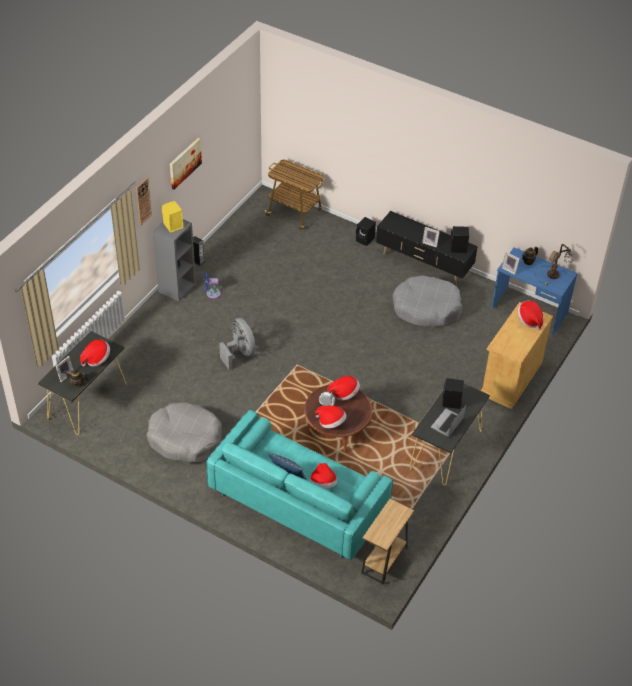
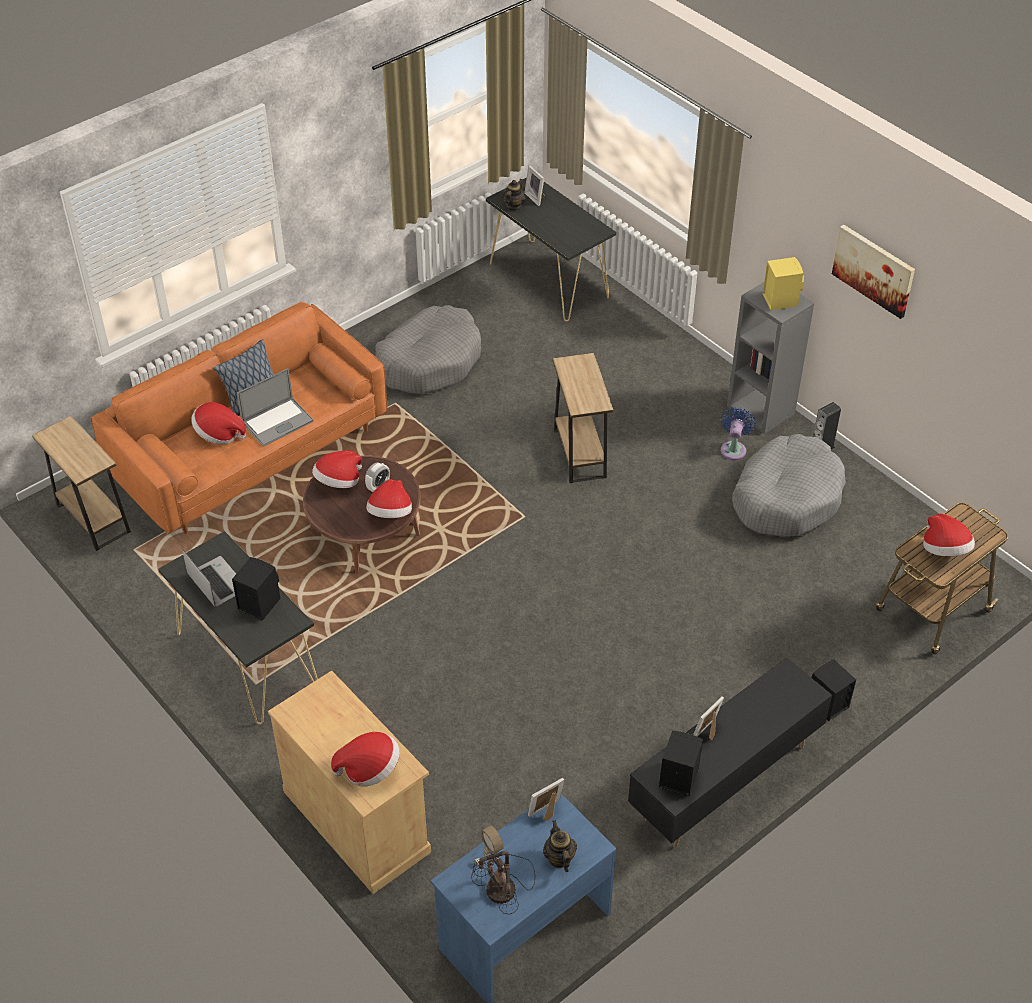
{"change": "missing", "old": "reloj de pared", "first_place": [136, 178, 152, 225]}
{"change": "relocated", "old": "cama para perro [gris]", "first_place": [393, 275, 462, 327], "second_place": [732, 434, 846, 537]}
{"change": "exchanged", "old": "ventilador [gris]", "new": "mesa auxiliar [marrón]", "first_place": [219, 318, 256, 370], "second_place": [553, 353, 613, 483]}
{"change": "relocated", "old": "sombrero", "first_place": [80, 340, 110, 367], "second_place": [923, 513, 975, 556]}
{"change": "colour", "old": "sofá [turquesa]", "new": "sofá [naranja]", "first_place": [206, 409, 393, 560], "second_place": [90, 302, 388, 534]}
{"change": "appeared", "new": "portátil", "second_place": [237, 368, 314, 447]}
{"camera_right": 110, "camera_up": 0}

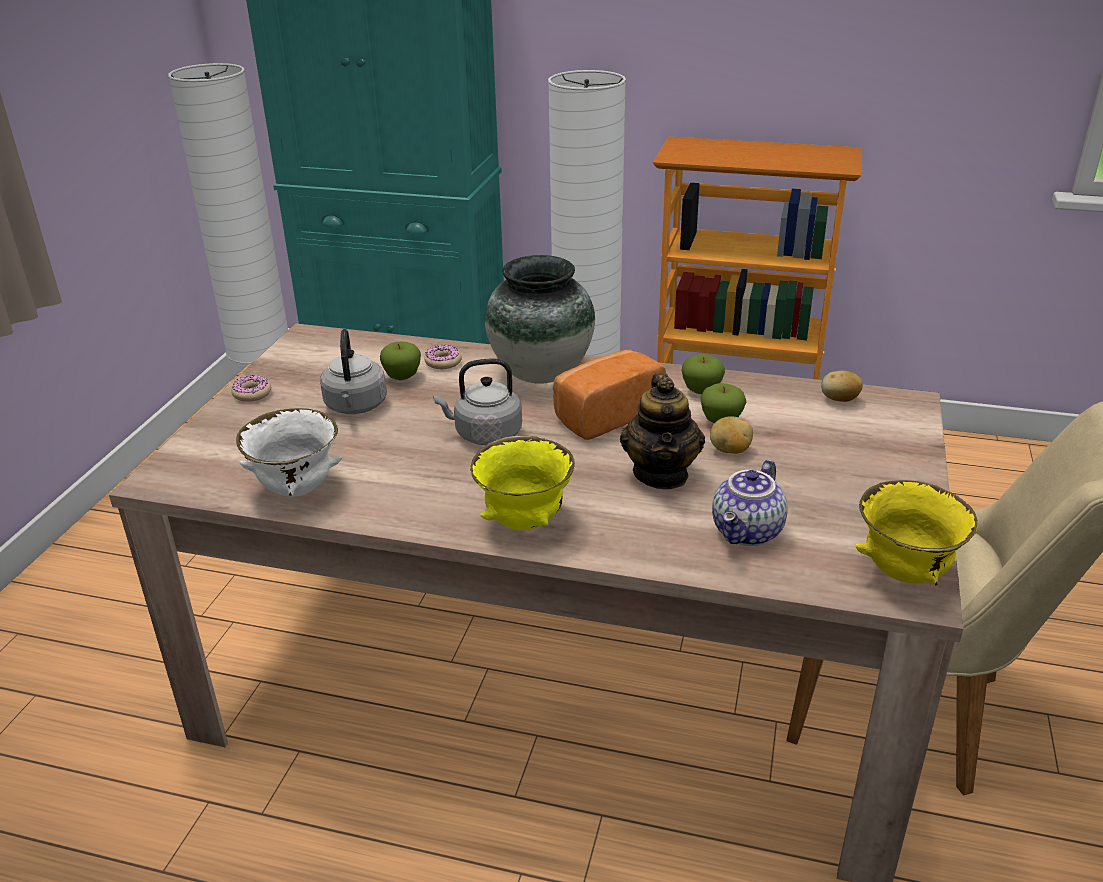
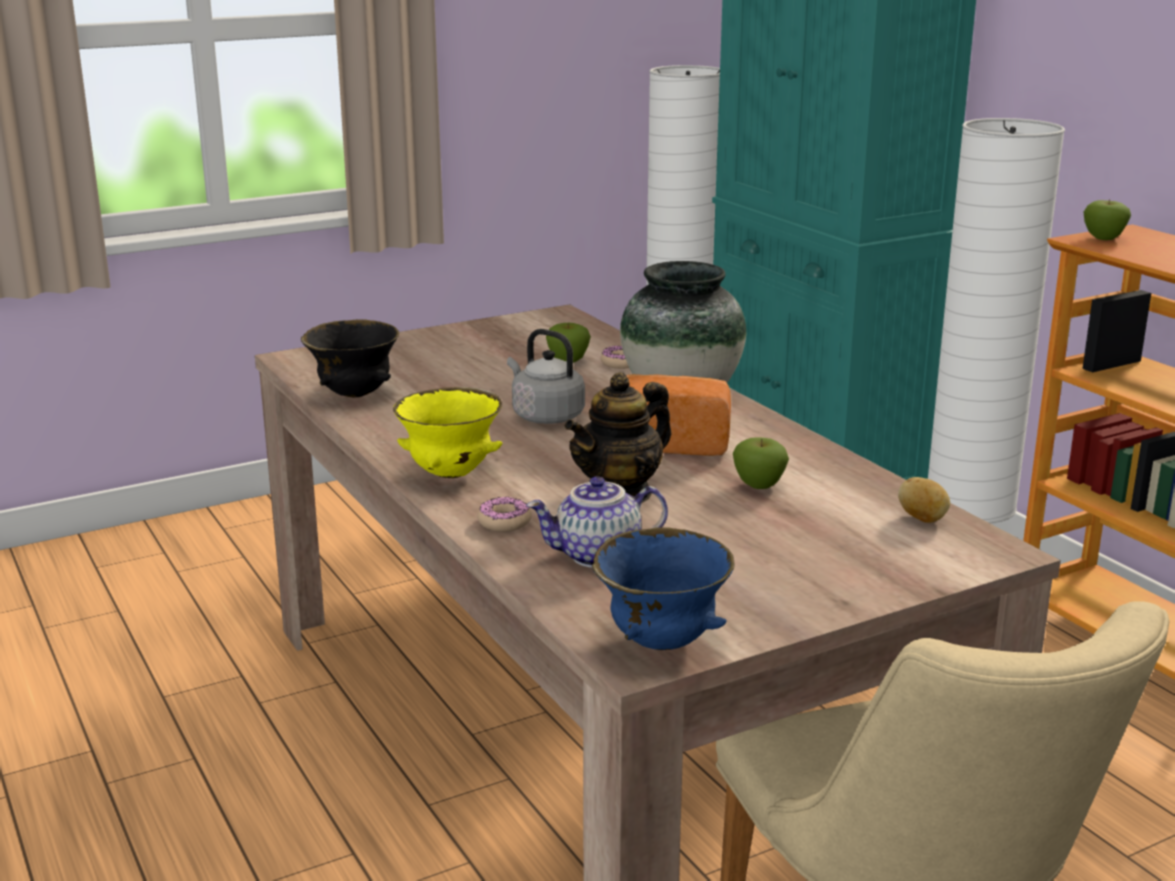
{"change": "missing", "old": "hervidor [gris]", "first_place": [320, 329, 387, 414]}
{"change": "relocated", "old": "manzana", "first_place": [682, 354, 725, 394], "second_place": [1084, 199, 1131, 240]}
{"change": "relocated", "old": "rosquilla", "first_place": [231, 375, 271, 402], "second_place": [477, 497, 531, 532]}
{"change": "colour", "old": "cuenco [blanco]", "new": "cuenco [negro]", "first_place": [236, 408, 342, 497], "second_place": [301, 319, 399, 397]}
{"change": "missing", "old": "patata", "first_place": [710, 416, 753, 454]}
{"change": "colour", "old": "cuenco [amarillo]", "new": "cuenco [azul]", "first_place": [855, 480, 978, 585], "second_place": [592, 528, 735, 650]}
{"camera_right": 45, "camera_up": -10}

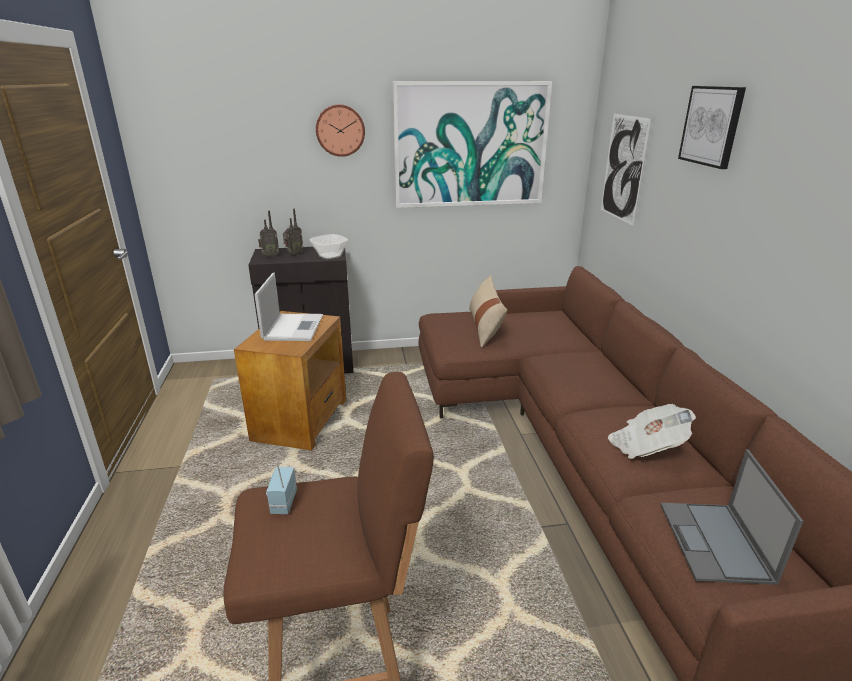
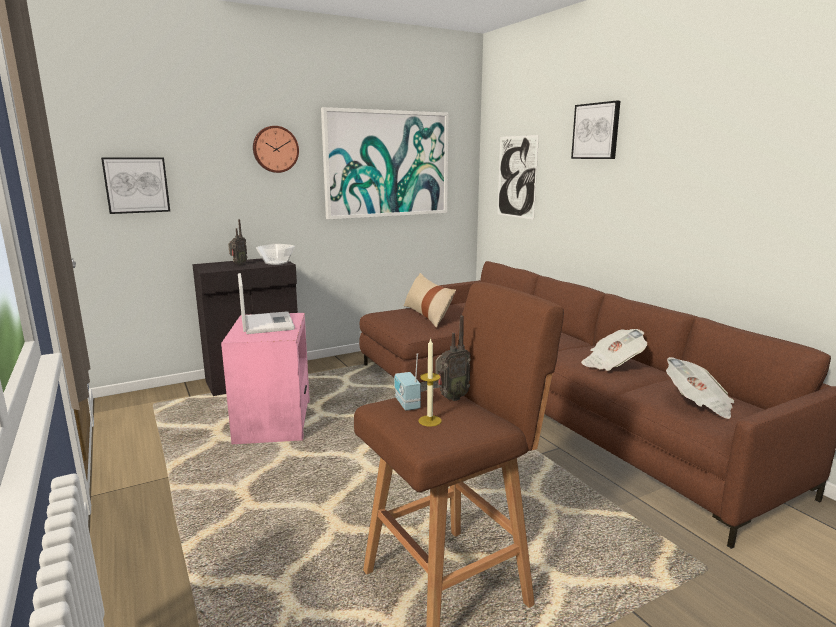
{"change": "relocated", "old": "radio", "first_place": [258, 211, 279, 257], "second_place": [435, 315, 471, 401]}
{"change": "colour", "old": "mesa auxiliar [marrón]", "new": "mesa auxiliar [rosa]", "first_place": [234, 311, 346, 450], "second_place": [221, 313, 310, 444]}
{"change": "exchanged", "old": "portátil", "new": "periódico", "first_place": [660, 449, 803, 585], "second_place": [666, 357, 734, 419]}
{"change": "appeared", "new": "cuadro", "second_place": [101, 157, 170, 214]}
{"change": "appeared", "new": "vela", "second_place": [418, 338, 442, 427]}
{"camera_right": -20, "camera_up": -10}

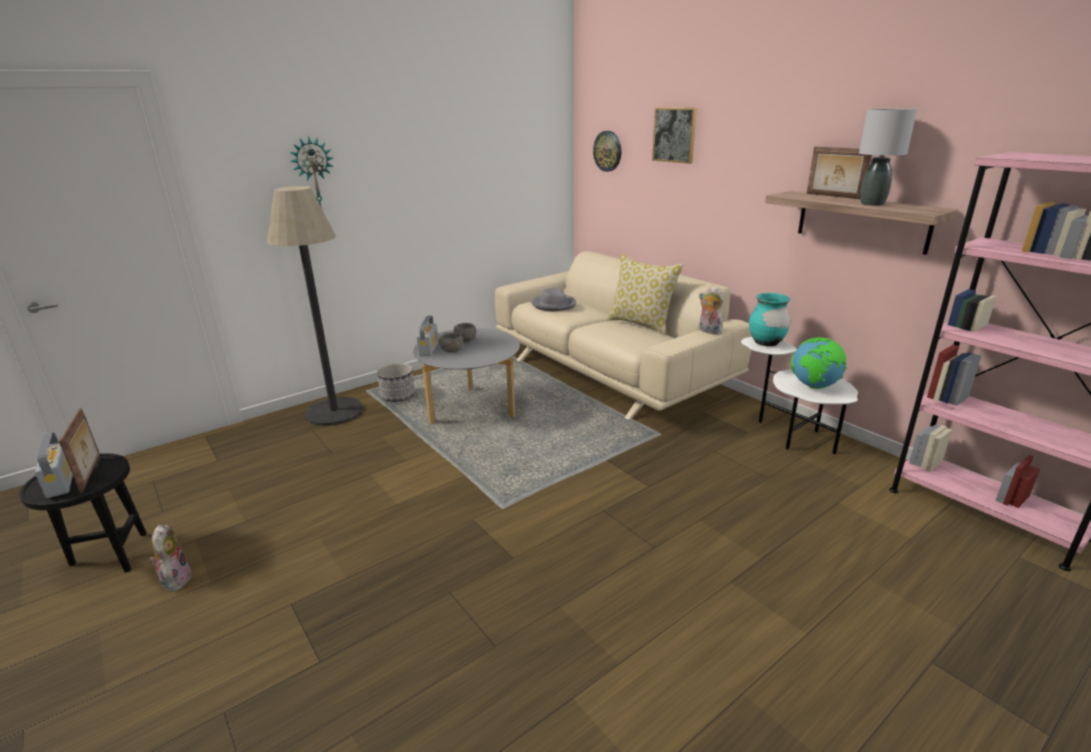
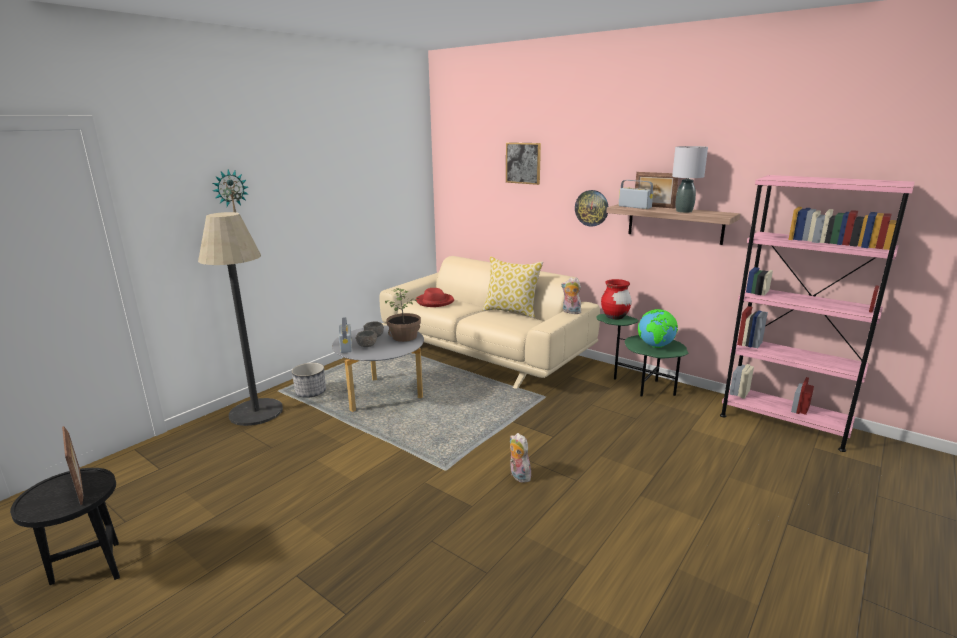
{"change": "relocated", "old": "reloj de pared", "first_place": [593, 131, 622, 172], "second_place": [575, 190, 609, 227]}
{"change": "colour", "old": "sombrero [gris]", "new": "sombrero [rojo]", "first_place": [531, 288, 576, 311], "second_place": [416, 288, 454, 307]}
{"change": "colour", "old": "florero [turquesa]", "new": "florero [rojo]", "first_place": [749, 293, 791, 346], "second_place": [601, 279, 632, 320]}
{"change": "colour", "old": "mesa auxiliar [blanco]", "new": "mesa auxiliar [verde]", "first_place": [741, 337, 858, 454], "second_place": [596, 314, 688, 397]}
{"change": "relocated", "old": "radio", "first_place": [35, 432, 73, 498], "second_place": [618, 180, 653, 209]}
{"change": "relocated", "old": "peluche", "first_place": [149, 525, 192, 592], "second_place": [510, 433, 531, 483]}
{"change": "appeared", "new": "planta en maceta", "second_place": [385, 288, 421, 342]}
{"camera_right": -15, "camera_up": -5}

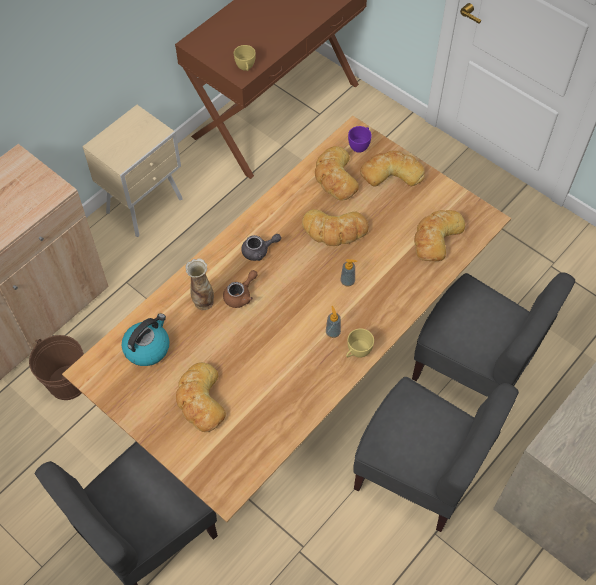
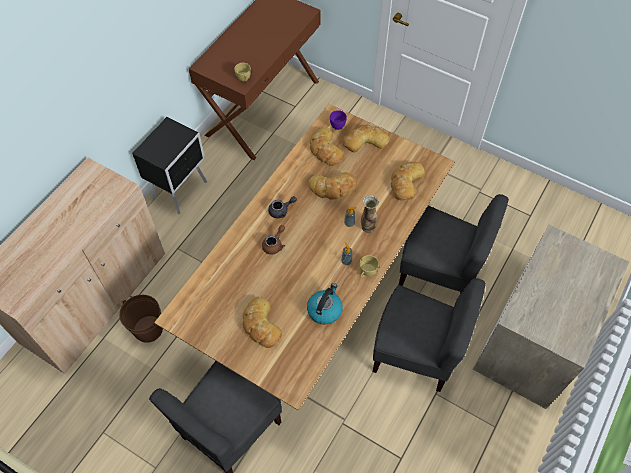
{"change": "colour", "old": "mesita de noche [beis]", "new": "mesita de noche [negro]", "first_place": [82, 105, 182, 237], "second_place": [132, 117, 207, 214]}
{"change": "relocated", "old": "florero", "first_place": [185, 258, 214, 310], "second_place": [361, 195, 379, 233]}
{"change": "relocated", "old": "hervidor", "first_place": [122, 313, 170, 366], "second_place": [307, 283, 343, 325]}
{"camera_right": -10, "camera_up": 0}

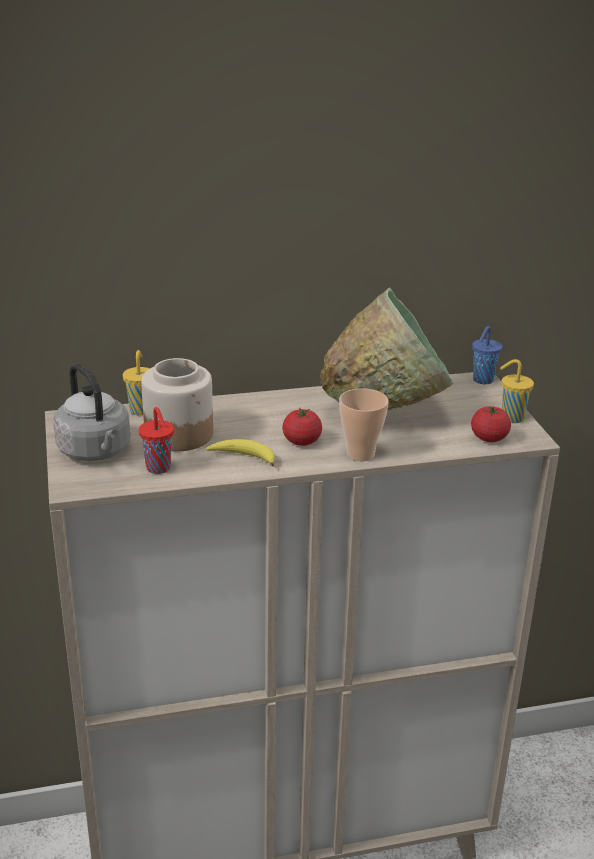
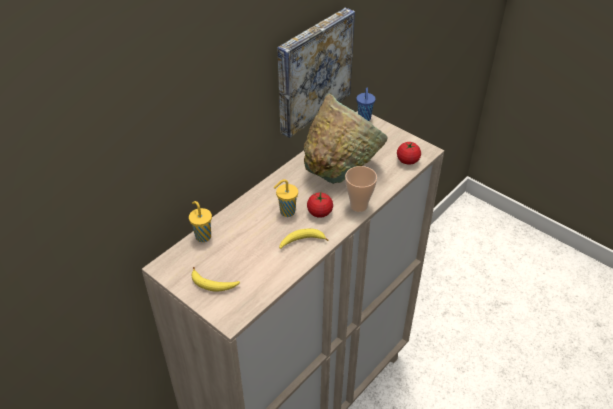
{"change": "missing", "old": "tarro", "first_place": [141, 358, 213, 451]}
{"change": "relocated", "old": "taza [amarillo]", "first_place": [500, 359, 534, 423], "second_place": [274, 179, 298, 217]}
{"change": "exchanged", "old": "hervidor [gris]", "new": "plátano", "first_place": [53, 363, 130, 461], "second_place": [191, 267, 240, 291]}
{"change": "missing", "old": "taza [rojo]", "first_place": [139, 407, 174, 474]}
{"change": "appeared", "new": "cuadro", "second_place": [277, 7, 355, 138]}
{"camera_right": -35, "camera_up": 15}

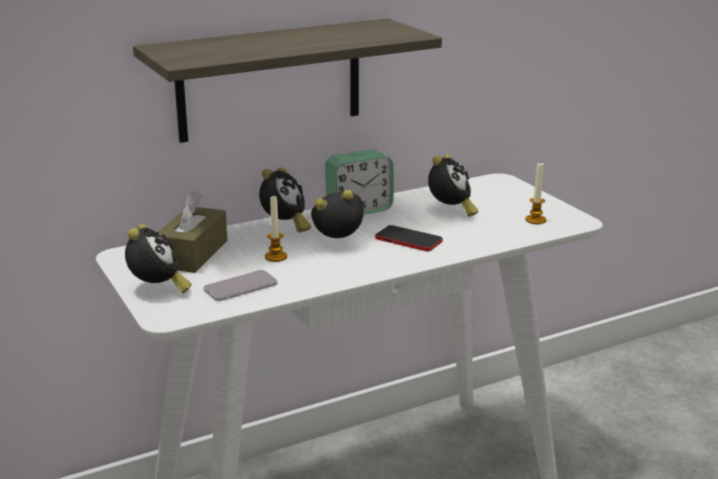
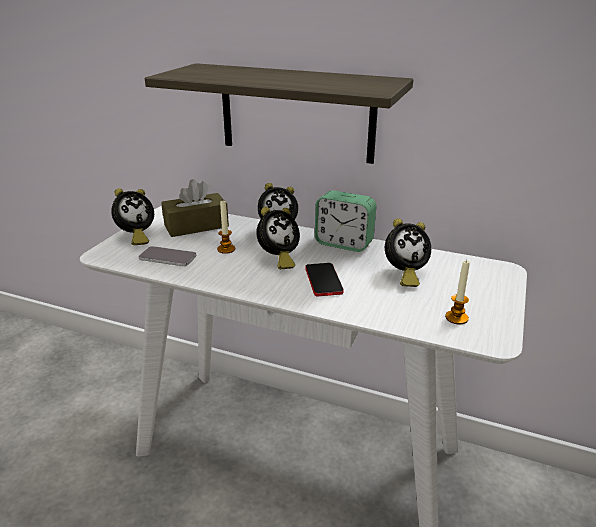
{"change": "spun", "old": "despertador", "first_place": [311, 189, 364, 238], "second_place": [256, 207, 300, 269], "degrees": 105}
{"camera_right": 50, "camera_up": 5}

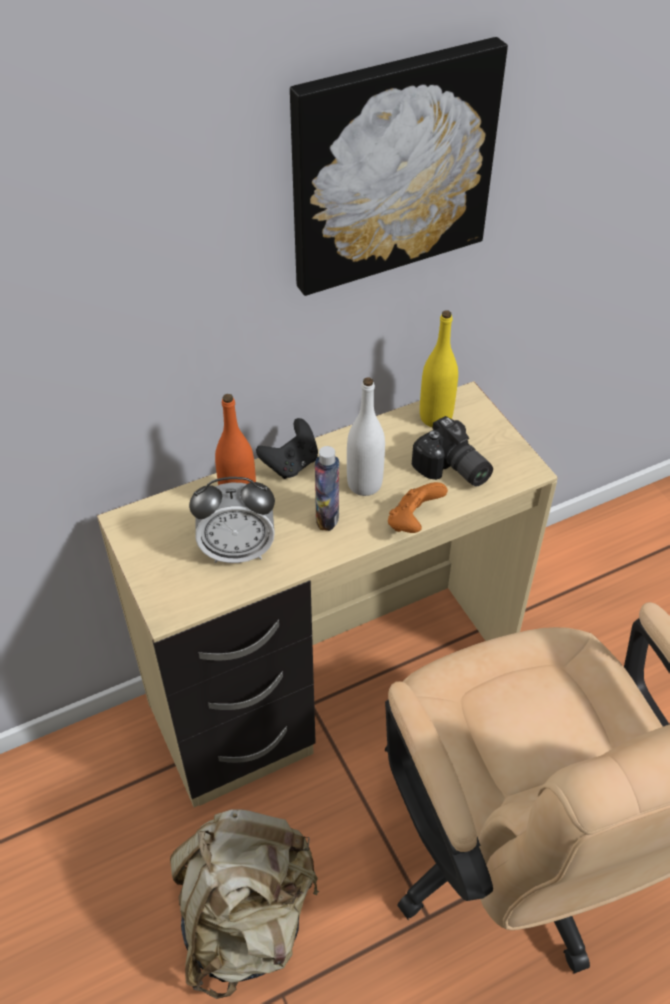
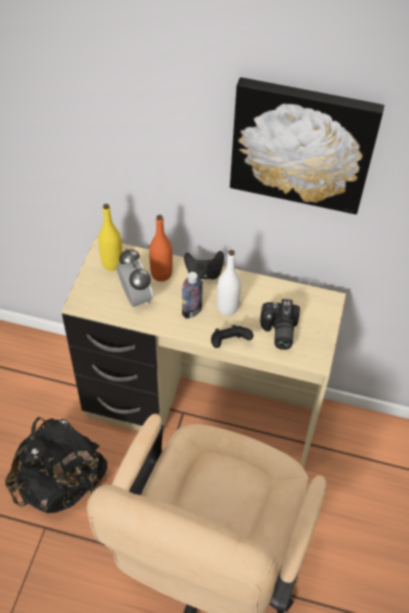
{"change": "relocated", "old": "botella [amarillo]", "first_place": [420, 310, 458, 427], "second_place": [98, 204, 122, 271]}
{"change": "spun", "old": "despertador", "first_place": [189, 477, 275, 563], "second_place": [116, 248, 154, 307], "degrees": -150}
{"change": "colour", "old": "mando de consola [naranja]", "new": "mando de consola [negro]", "first_place": [388, 482, 448, 533], "second_place": [211, 325, 253, 348]}
{"change": "colour", "old": "mochila [beis]", "new": "mochila [negro]", "first_place": [170, 809, 320, 999], "second_place": [5, 417, 107, 513]}
{"camera_right": 40, "camera_up": 5}

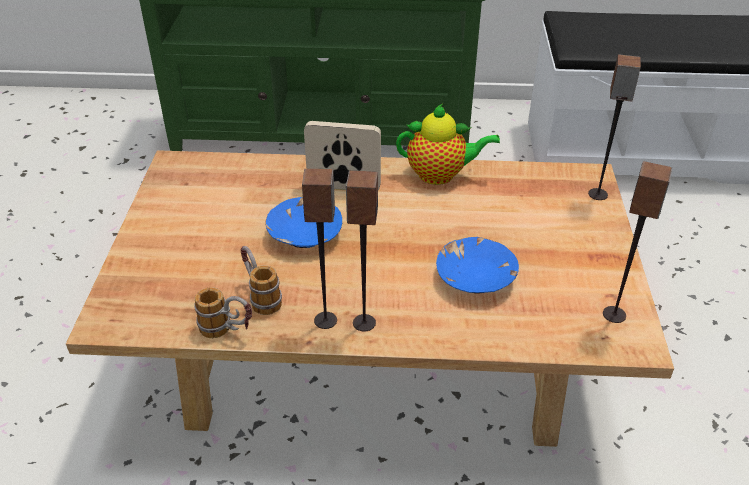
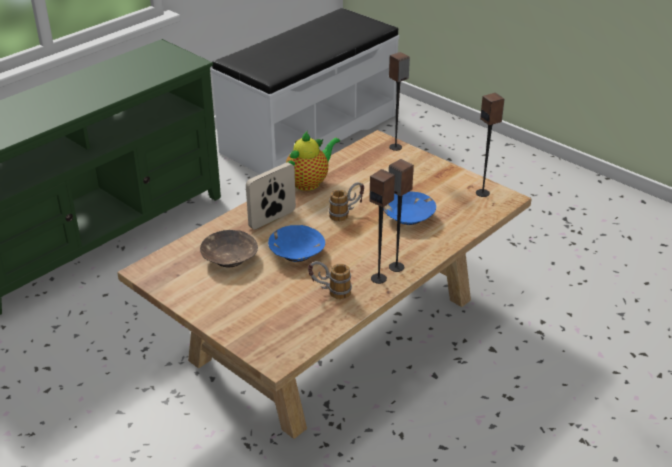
{"change": "relocated", "old": "taza grande", "first_place": [194, 287, 252, 338], "second_place": [329, 182, 364, 222]}
{"change": "appeared", "new": "cuenco [marrón]", "second_place": [200, 230, 258, 267]}
{"camera_right": -50, "camera_up": -5}

